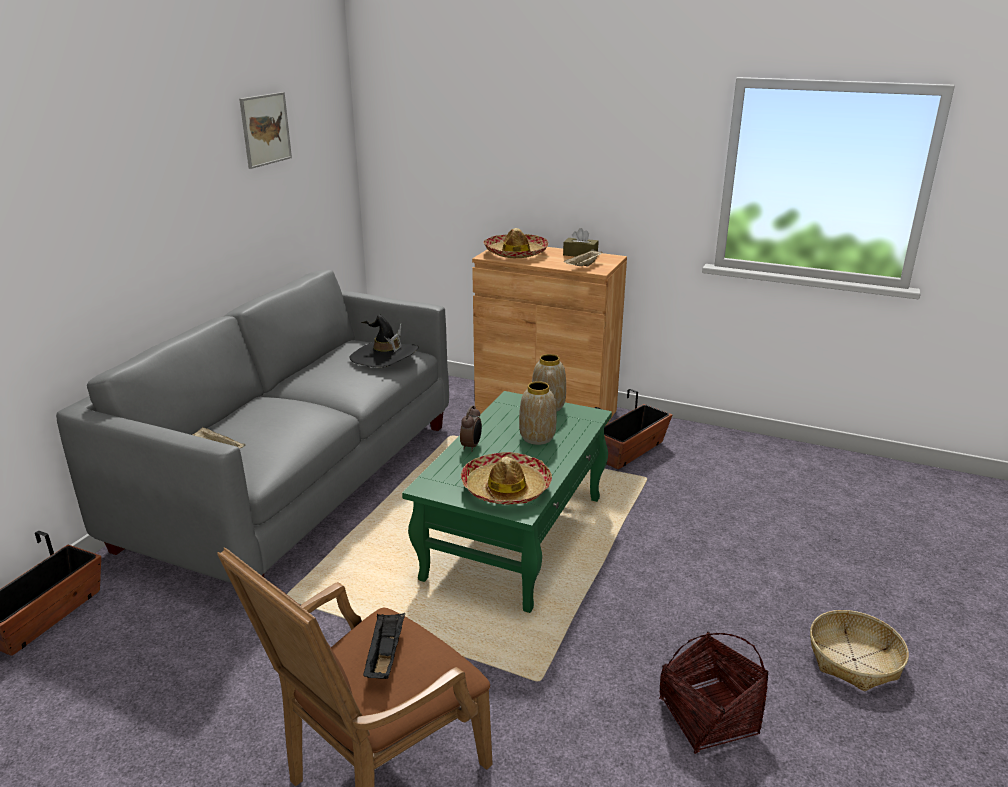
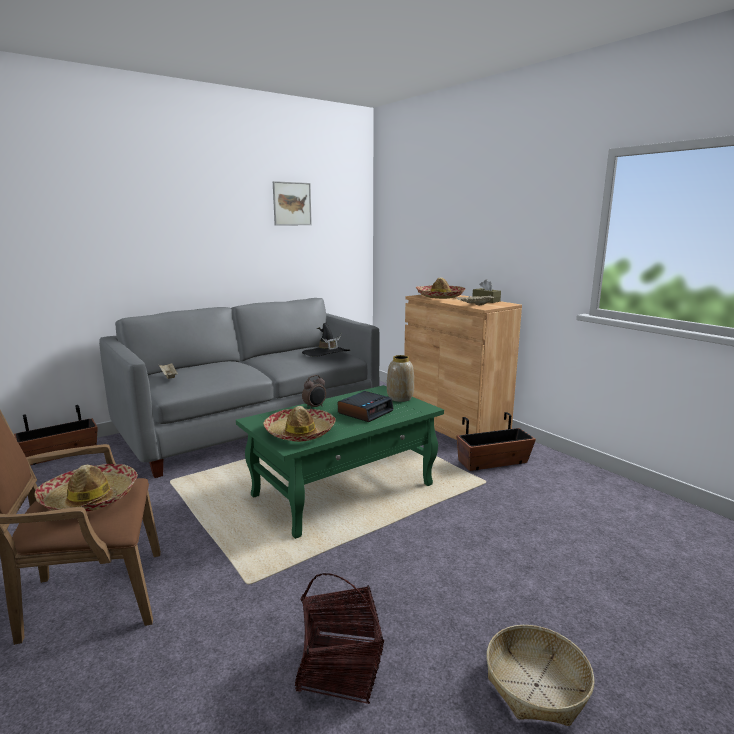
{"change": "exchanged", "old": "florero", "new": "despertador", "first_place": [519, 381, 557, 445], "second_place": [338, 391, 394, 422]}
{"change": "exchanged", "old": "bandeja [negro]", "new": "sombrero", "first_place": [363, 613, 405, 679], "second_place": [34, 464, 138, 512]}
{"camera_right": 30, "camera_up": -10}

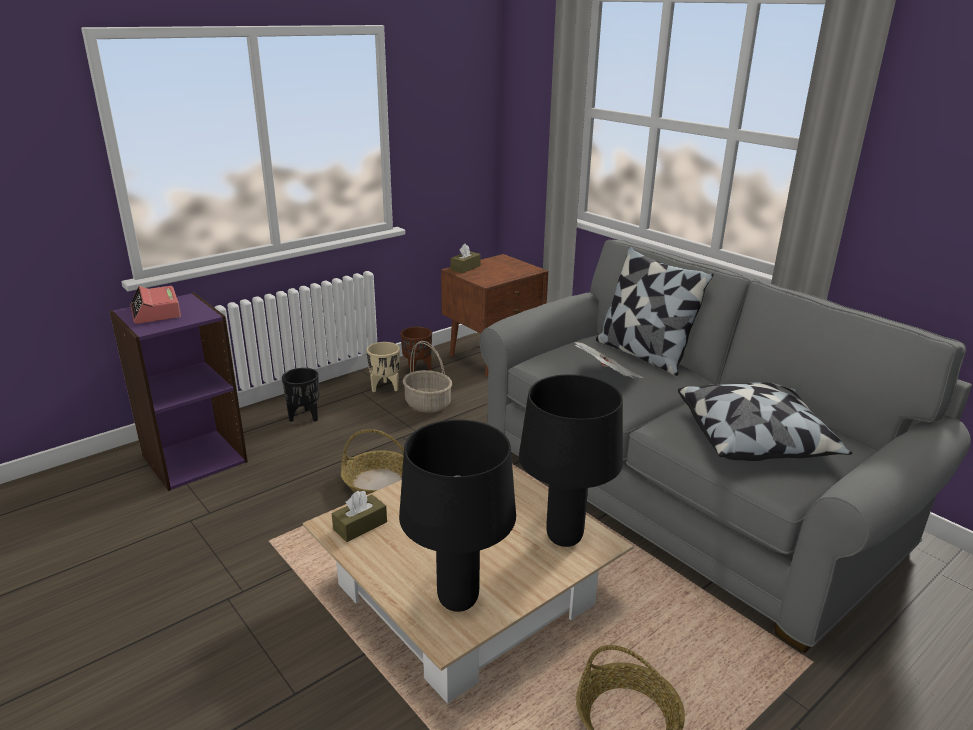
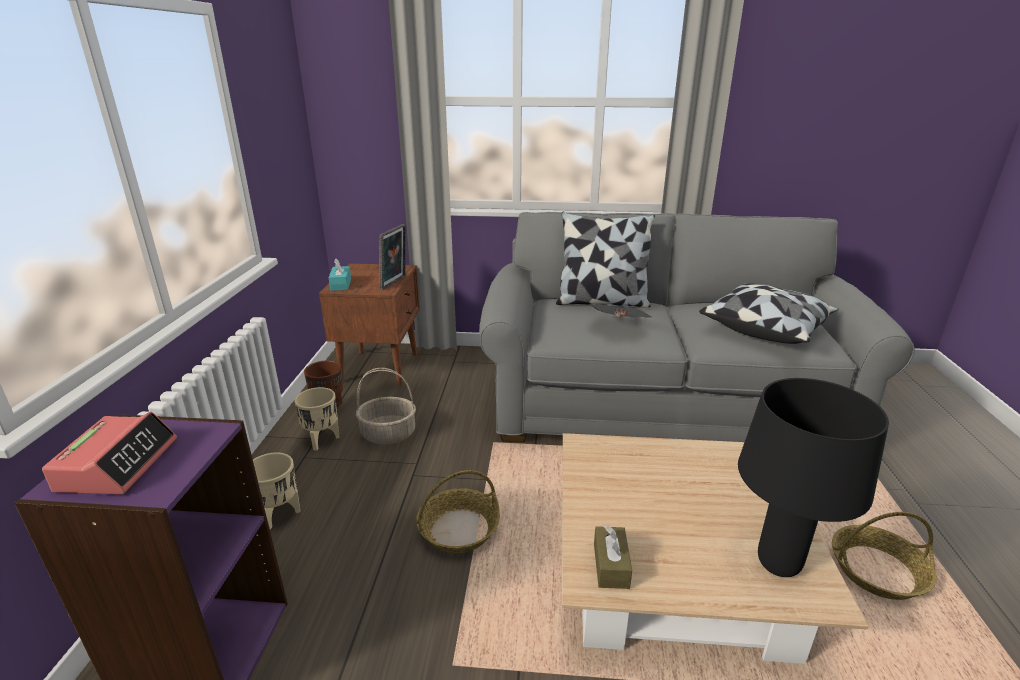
{"change": "colour", "old": "caja de pañuelos [marrón]", "new": "caja de pañuelos [turquesa]", "first_place": [451, 244, 481, 273], "second_place": [329, 259, 351, 291]}
{"change": "spun", "old": "despertador", "first_place": [130, 286, 181, 324], "second_place": [42, 412, 177, 494], "degrees": -105}
{"change": "colour", "old": "maceta [negro]", "new": "maceta [beis]", "first_place": [282, 368, 319, 422], "second_place": [253, 452, 300, 529]}
{"change": "missing", "old": "lámpara de mesa [negro]", "first_place": [519, 374, 623, 547]}
{"change": "appeared", "new": "portarretratos", "second_place": [379, 224, 406, 290]}
{"camera_right": -45, "camera_up": 0}

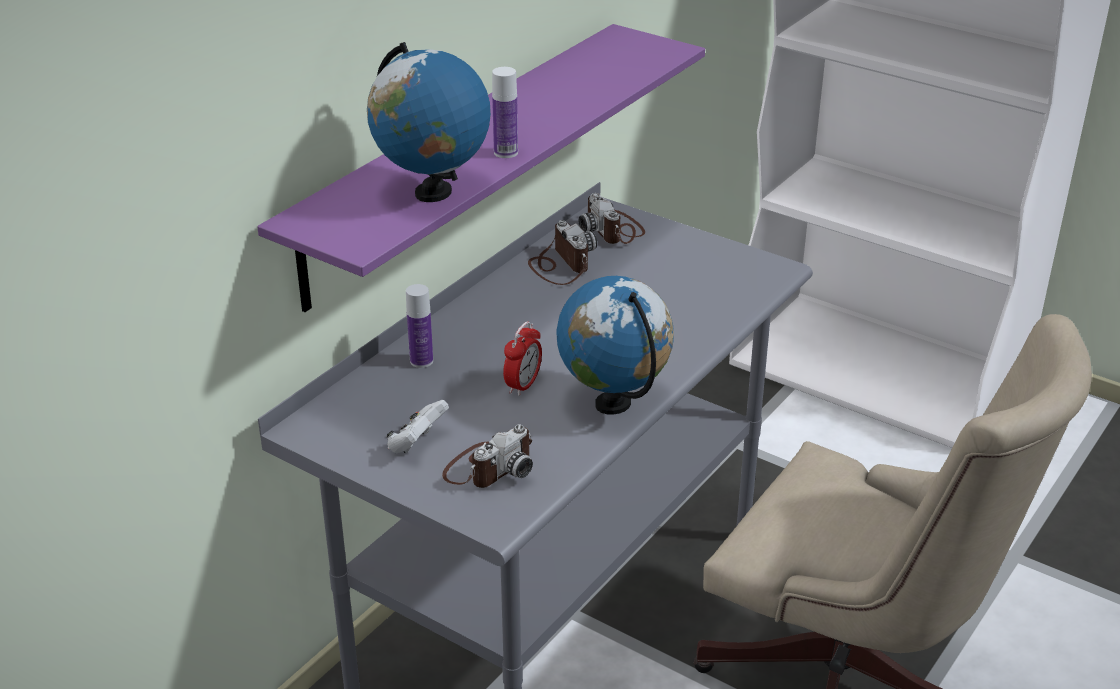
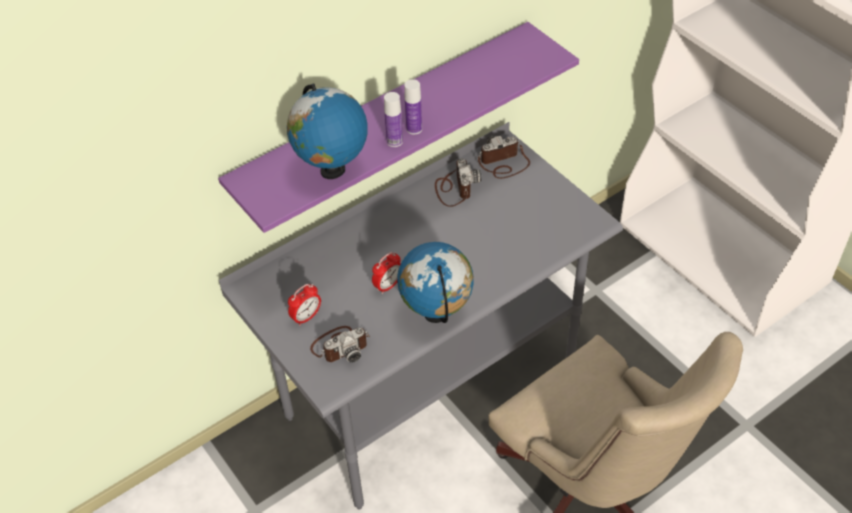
{"change": "spun", "old": "cámara", "first_place": [579, 193, 645, 244], "second_place": [478, 135, 530, 179], "degrees": 75}
{"change": "relocated", "old": "botella", "first_place": [406, 284, 433, 368], "second_place": [404, 79, 422, 134]}
{"change": "exchanged", "old": "mando de consola [blanco]", "new": "despertador", "first_place": [386, 400, 449, 454], "second_place": [288, 284, 321, 326]}
{"camera_right": 20, "camera_up": 15}

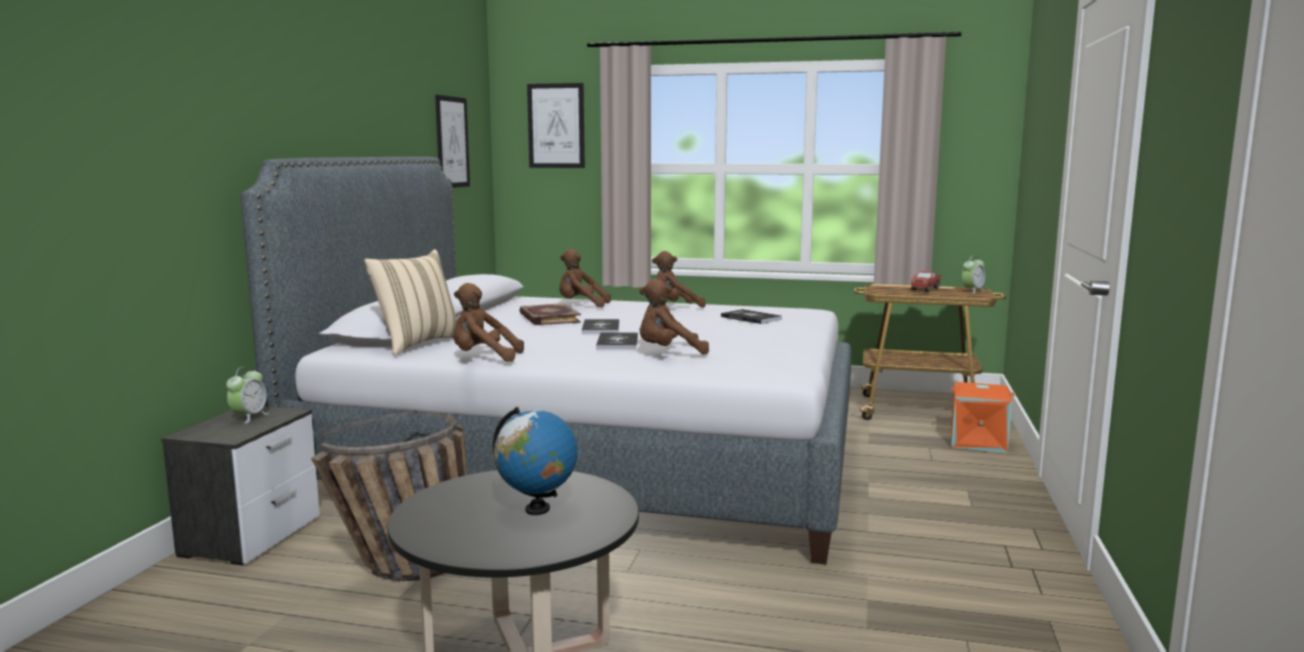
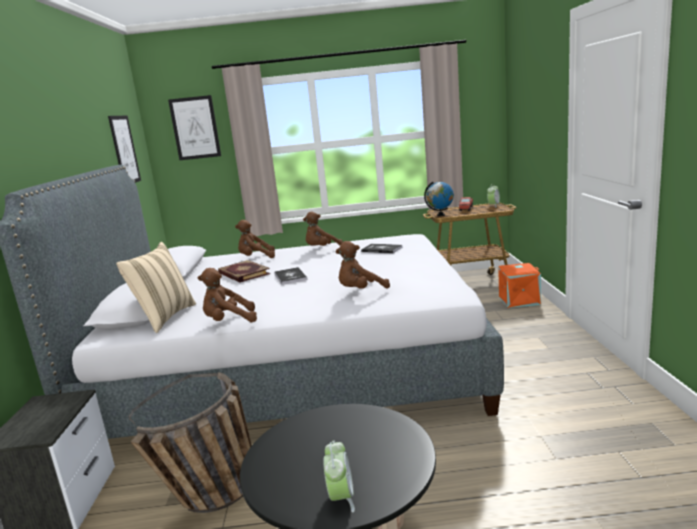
{"change": "missing", "old": "libro", "first_place": [596, 332, 638, 350]}
{"change": "relocated", "old": "despertador", "first_place": [226, 367, 269, 424], "second_place": [323, 441, 355, 513]}
{"change": "relocated", "old": "globo terráqueo", "first_place": [493, 407, 578, 515], "second_place": [424, 182, 454, 216]}
{"camera_right": -15, "camera_up": 5}

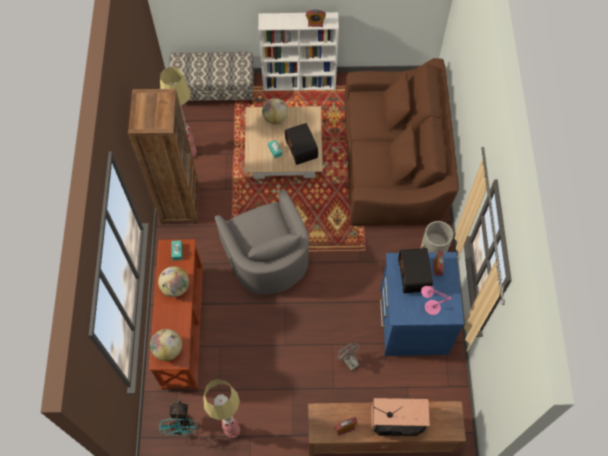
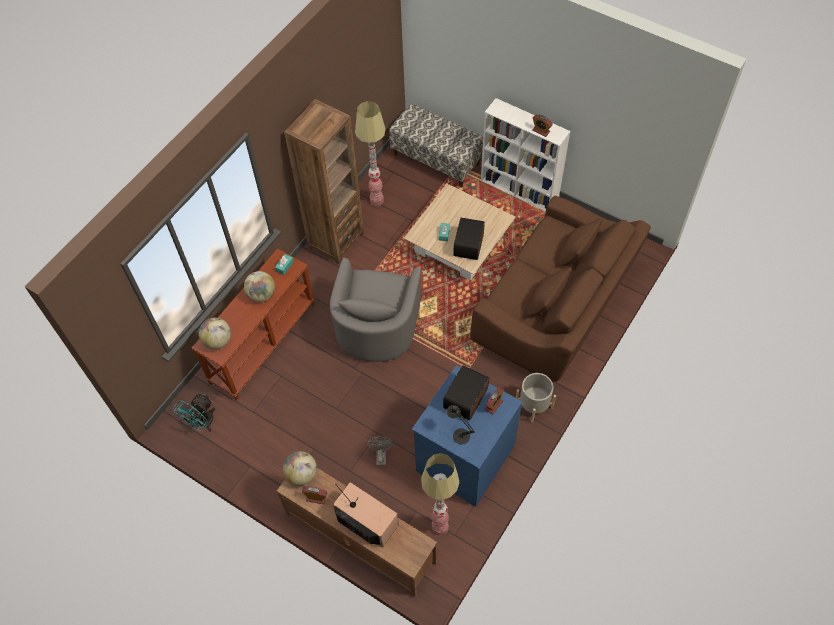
{"change": "relocated", "old": "globo terráqueo", "first_place": [262, 98, 288, 124], "second_place": [283, 451, 317, 486]}
{"change": "colour", "old": "lámpara de mesa [rosa]", "new": "lámpara de mesa [negro]", "first_place": [421, 286, 452, 315], "second_place": [447, 405, 475, 445]}
{"change": "relocated", "old": "lámpara de pie", "first_place": [204, 379, 240, 439], "second_place": [421, 453, 460, 536]}
{"camera_right": 35, "camera_up": -5}

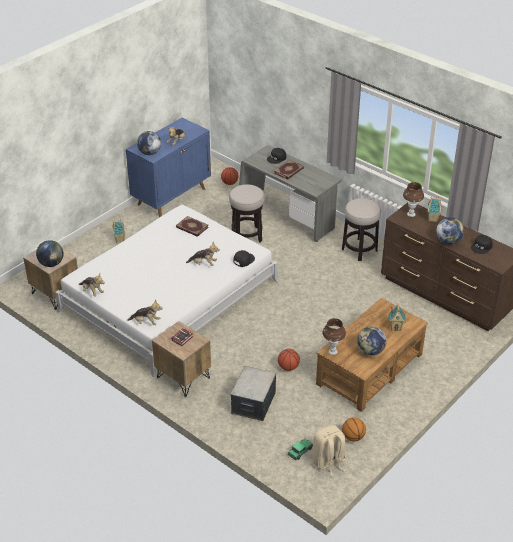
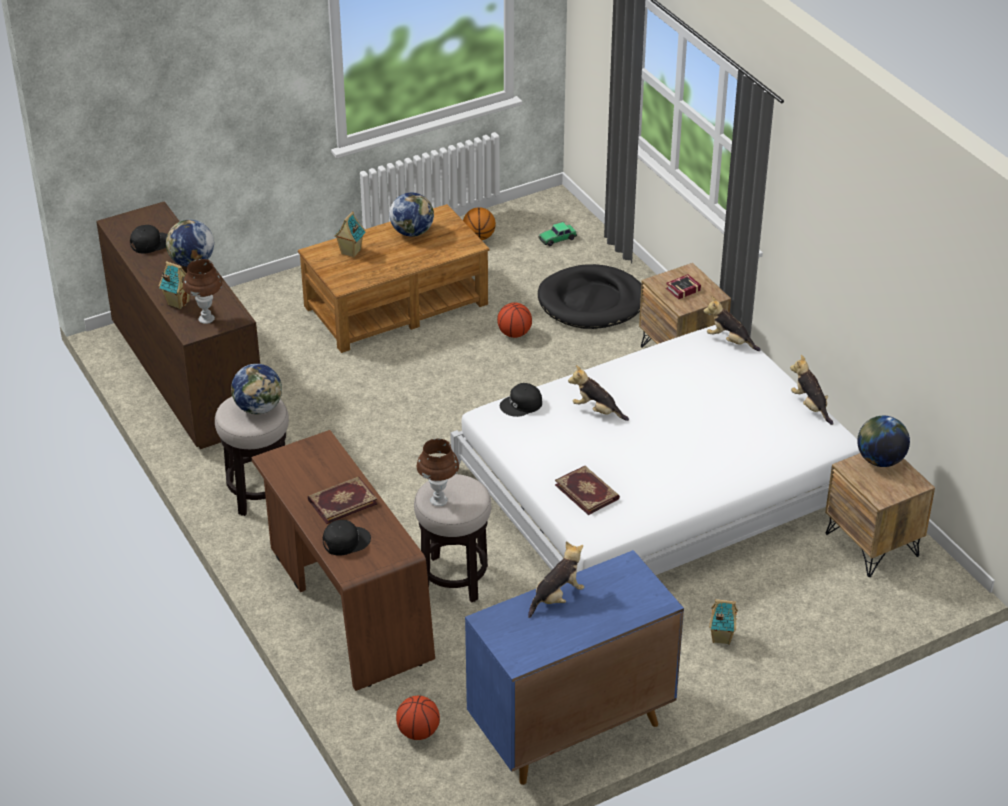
{"change": "relocated", "old": "globo terráqueo", "first_place": [137, 131, 161, 155], "second_place": [231, 364, 282, 414]}
{"change": "colour", "old": "escritorio [gris]", "new": "escritorio [marrón]", "first_place": [239, 145, 342, 242], "second_place": [252, 430, 435, 691]}
{"change": "relocated", "old": "lámpara de mesa [marrón]", "first_place": [323, 318, 346, 355], "second_place": [417, 439, 459, 506]}
{"change": "exchanged", "old": "caja de almacenaje", "new": "cama para perro [negro]", "first_place": [231, 366, 276, 421], "second_place": [538, 264, 641, 329]}
{"change": "missing", "old": "mochila [beis]", "first_place": [312, 425, 346, 477]}
{"camera_right": -160, "camera_up": 0}

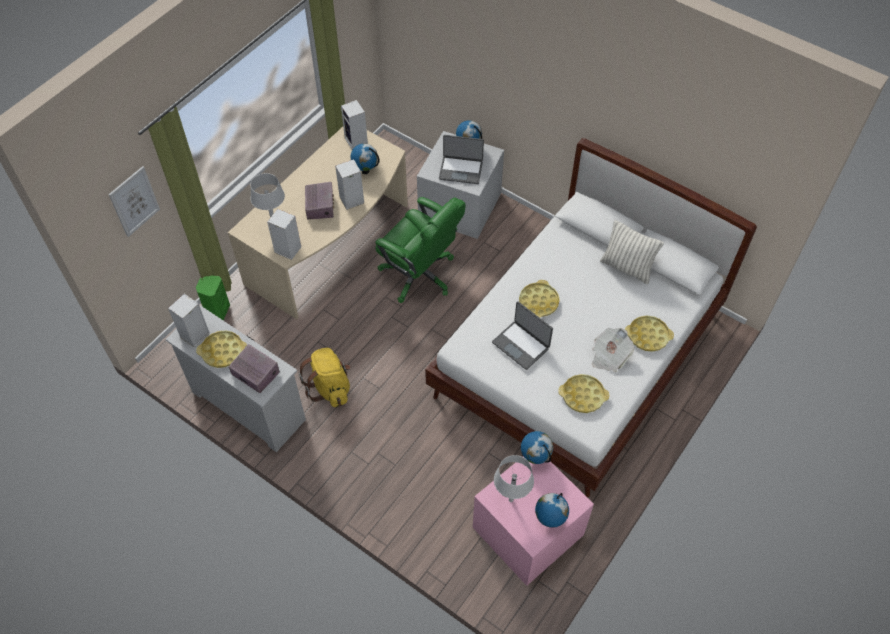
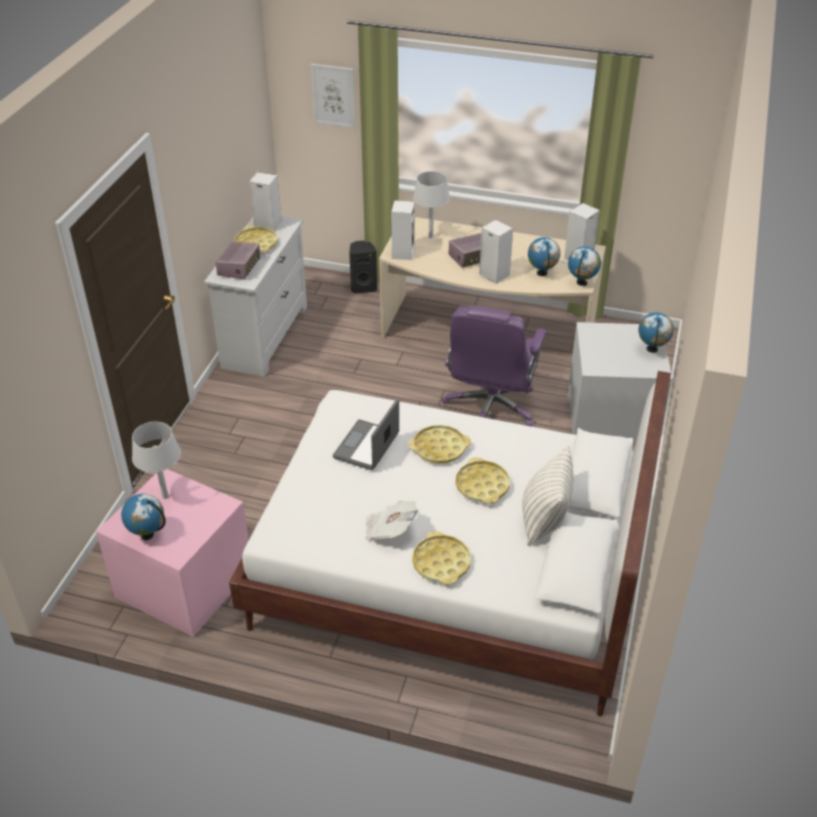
{"change": "missing", "old": "portátil", "first_place": [439, 135, 484, 184]}
{"change": "colour", "old": "silla de oficina [verde]", "new": "silla de oficina [morado]", "first_place": [375, 197, 466, 303], "second_place": [442, 305, 547, 427]}
{"change": "colour", "old": "altavoz [verde]", "new": "altavoz [negro]", "first_place": [196, 276, 230, 320], "second_place": [349, 241, 377, 293]}
{"change": "missing", "old": "mochila [amarillo]", "first_place": [299, 348, 350, 407]}
{"change": "relocated", "old": "bandeja [amarillo]", "first_place": [558, 374, 610, 413], "second_place": [455, 457, 510, 504]}
{"change": "relocated", "old": "globo terráqueo", "first_place": [521, 431, 553, 464], "second_place": [568, 246, 601, 286]}
{"camera_right": 70, "camera_up": -15}

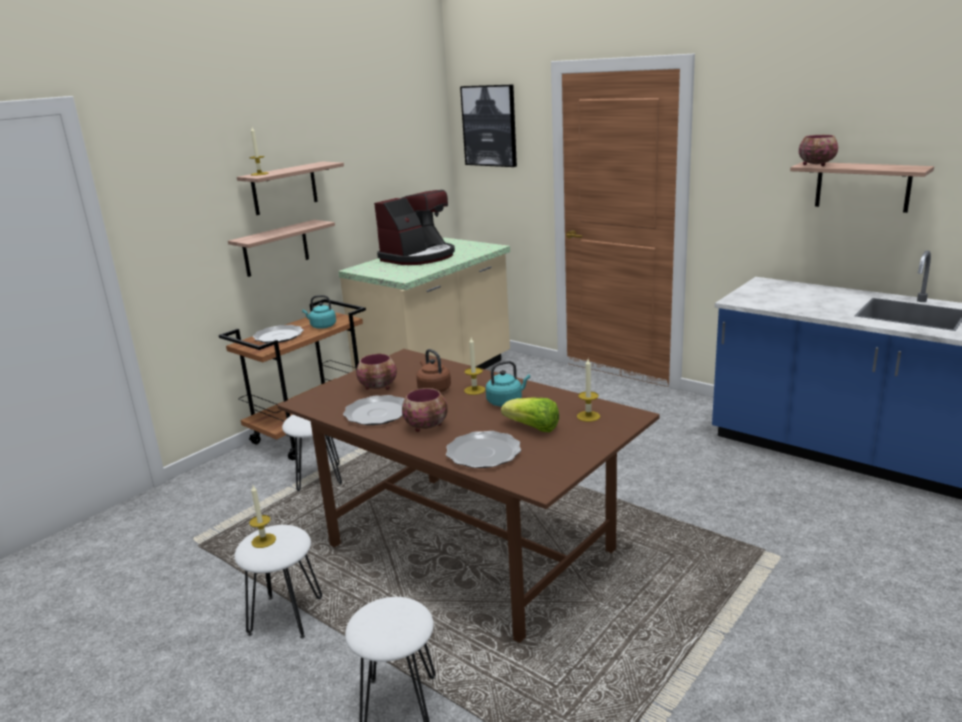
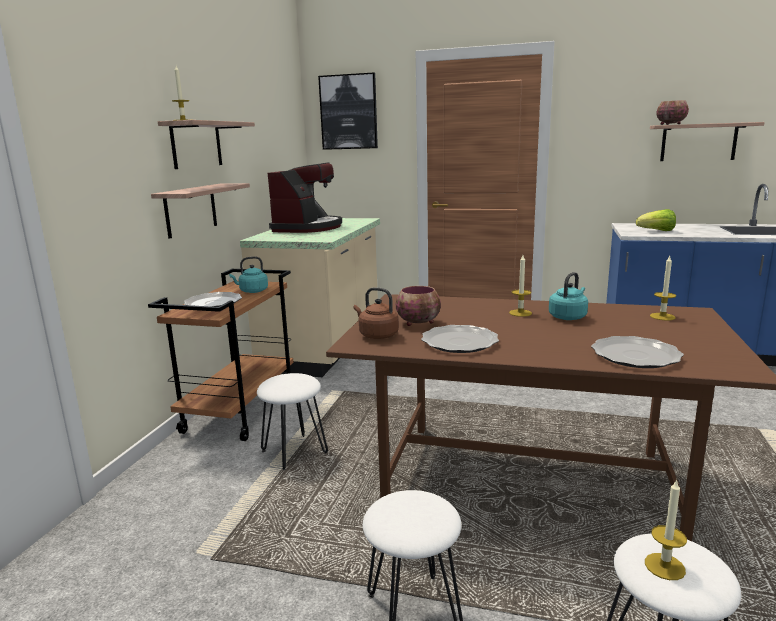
{"change": "relocated", "old": "hervidor [marrón]", "first_place": [416, 349, 451, 393], "second_place": [354, 287, 399, 339]}
{"change": "missing", "old": "cuenco", "first_place": [402, 388, 448, 432]}
{"change": "relocated", "old": "lechuga", "first_place": [501, 397, 559, 432], "second_place": [636, 209, 676, 231]}
{"change": "relocated", "old": "vela", "first_place": [249, 485, 276, 548], "second_place": [645, 479, 687, 580]}
{"camera_right": -25, "camera_up": -5}

